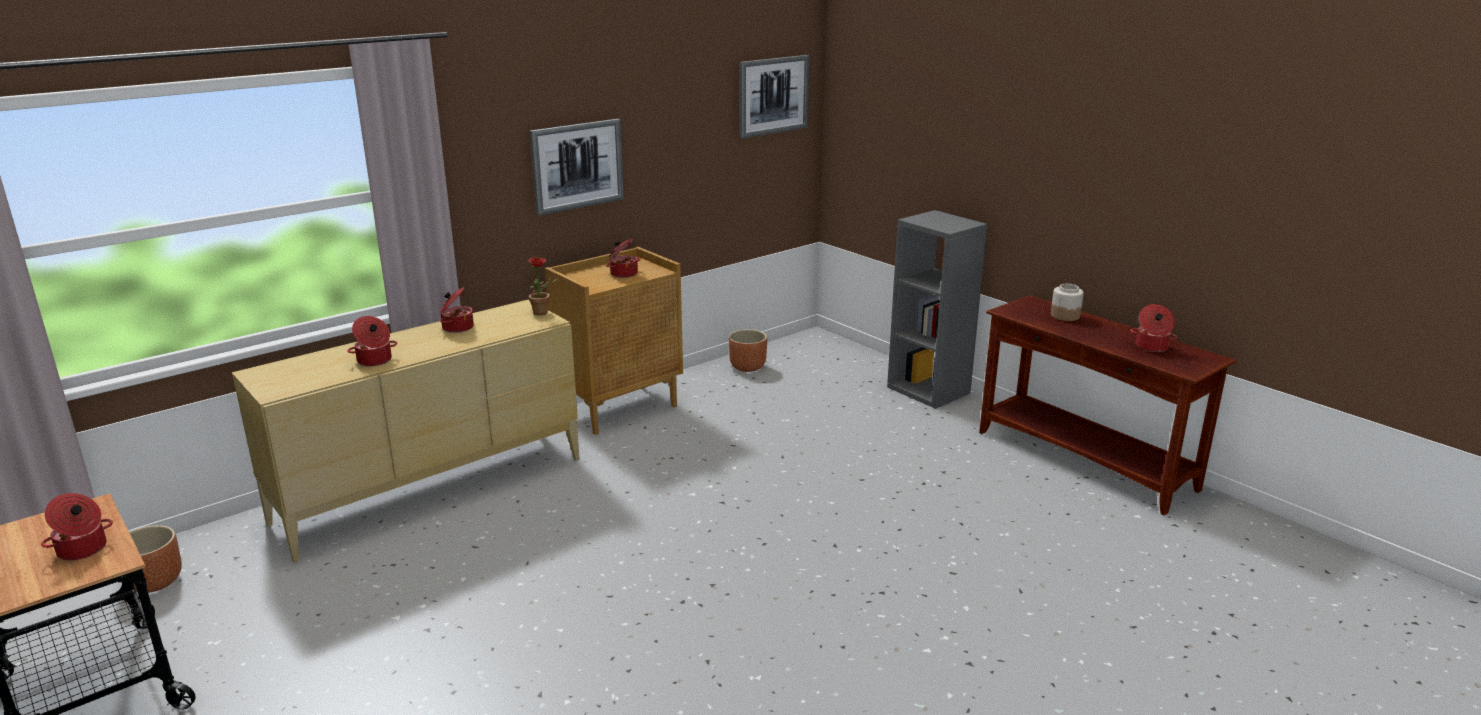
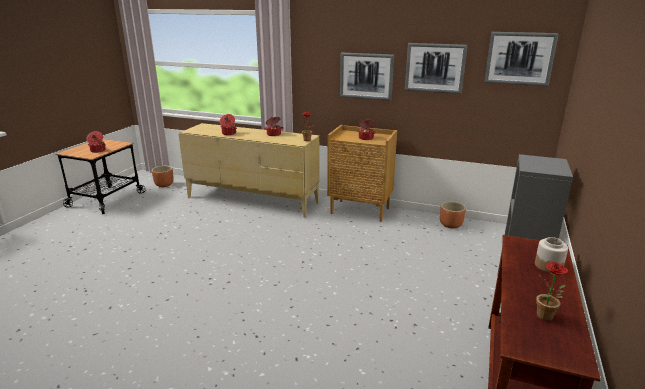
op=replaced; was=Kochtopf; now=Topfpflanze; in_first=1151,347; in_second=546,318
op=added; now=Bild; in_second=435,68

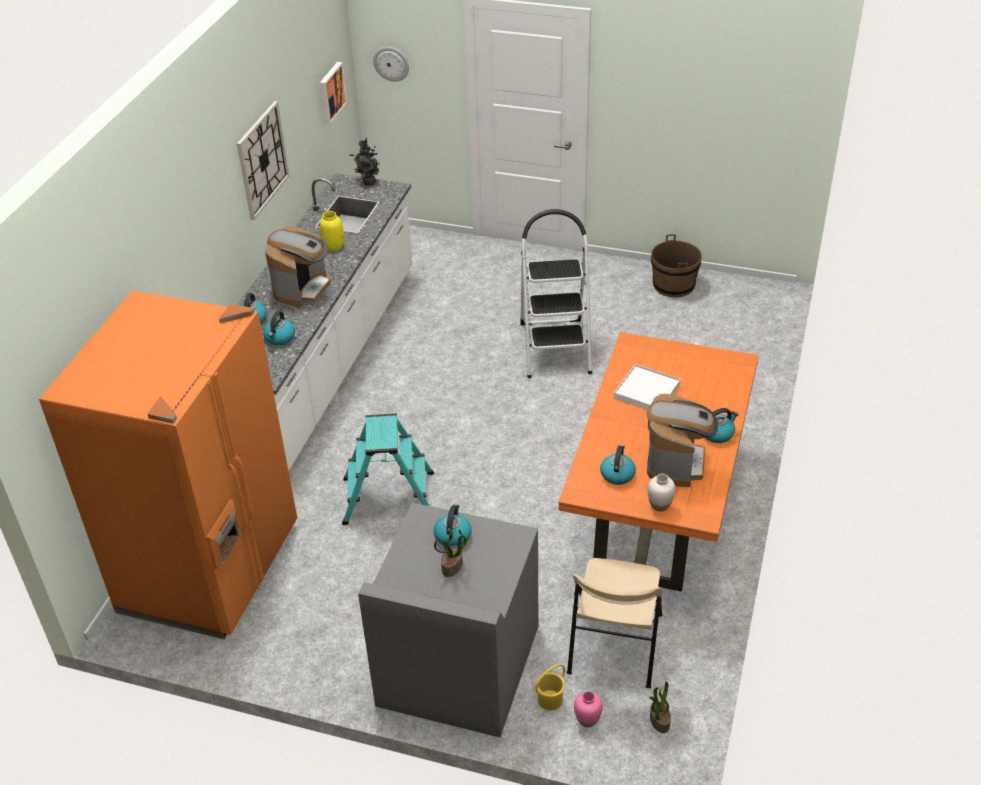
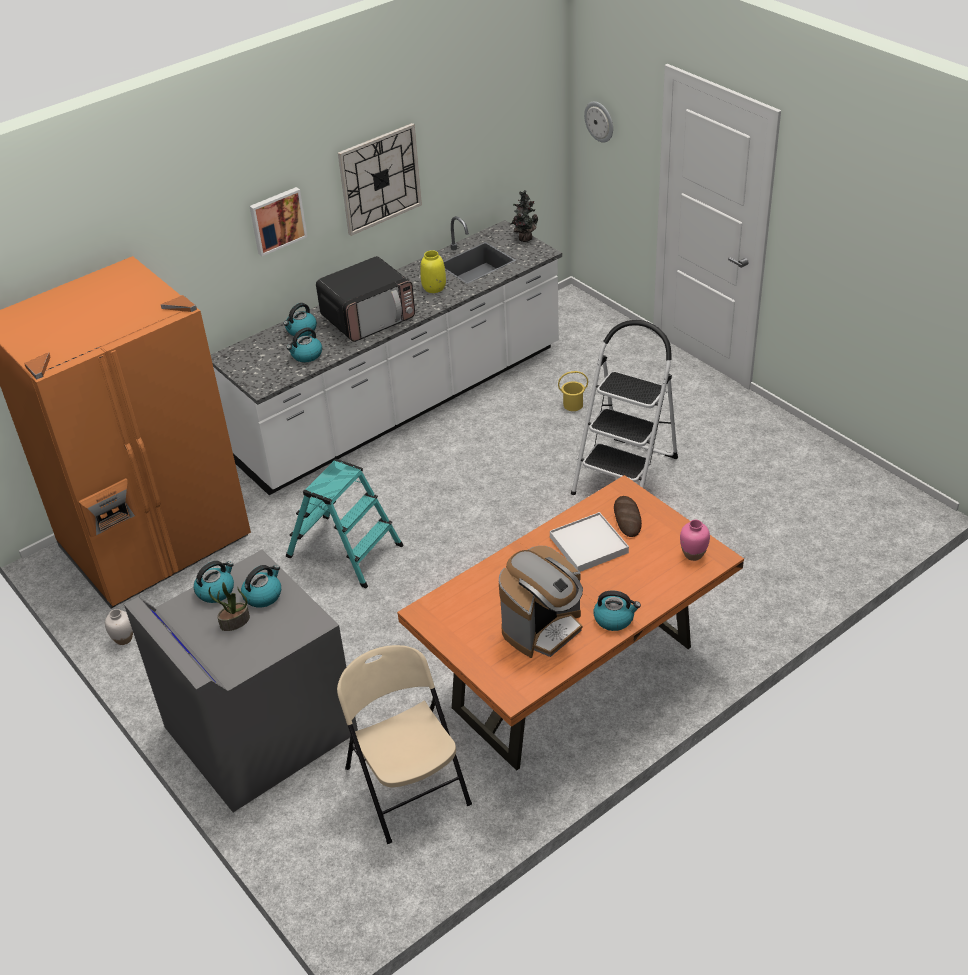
op=replaced; was=Kaffeemaschine; now=Mikrowelle; in_first=302,288; in_second=369,318
op=moved; was=Bild; in_first=331,92; in_second=277,220
op=moved; was=Eimer [gelb]; in_first=549,700; in_second=573,405
op=turned; was=Stuhl [beige]; in_first=615,644; in_second=408,786; clockwise=105
op=moved; was=Vase [rosa]; in_first=587,720; in_second=693,554
op=moved; was=Wasserkessel; in_first=617,474; in_second=216,591
op=moved; was=Vase [weiß]; in_first=659,505; in_second=123,639
op=removed; was=Topfpflanze; in_first=659,721
op=removed; was=Eimer [braun]; in_first=673,285
op=added; now=Brot; in_second=627,518

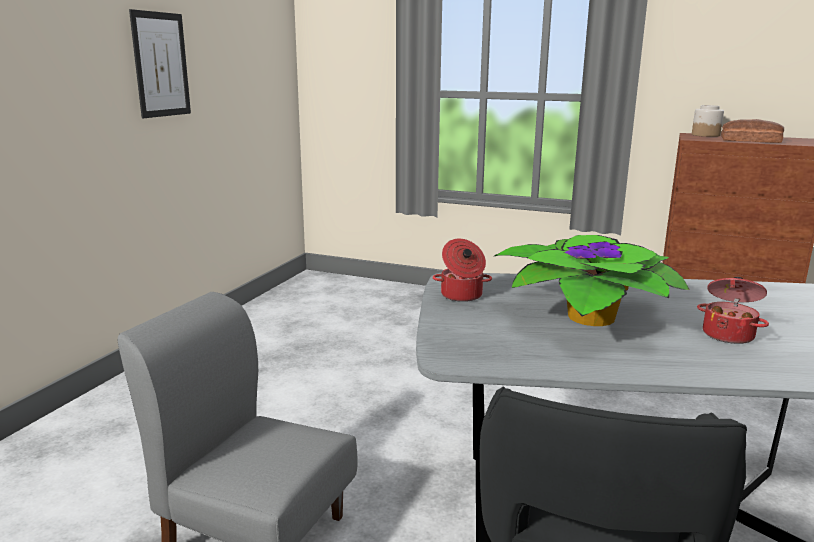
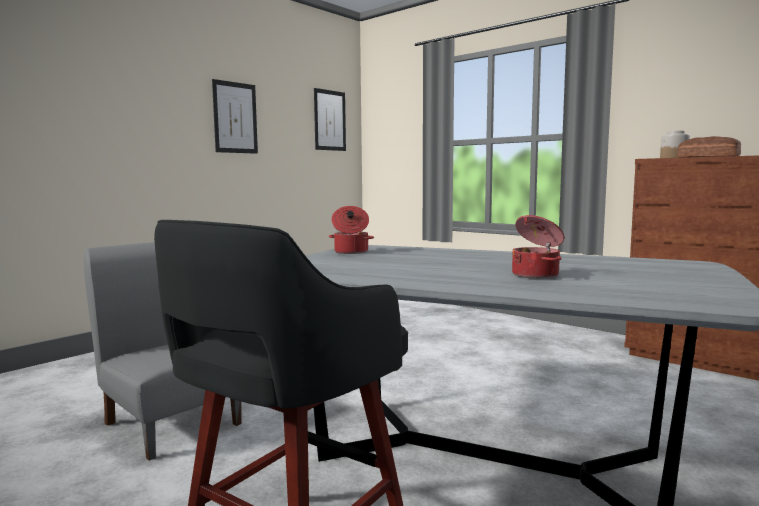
op=removed; was=Topfpflanze; in_first=585,316
op=added; now=Bild; in_second=330,120

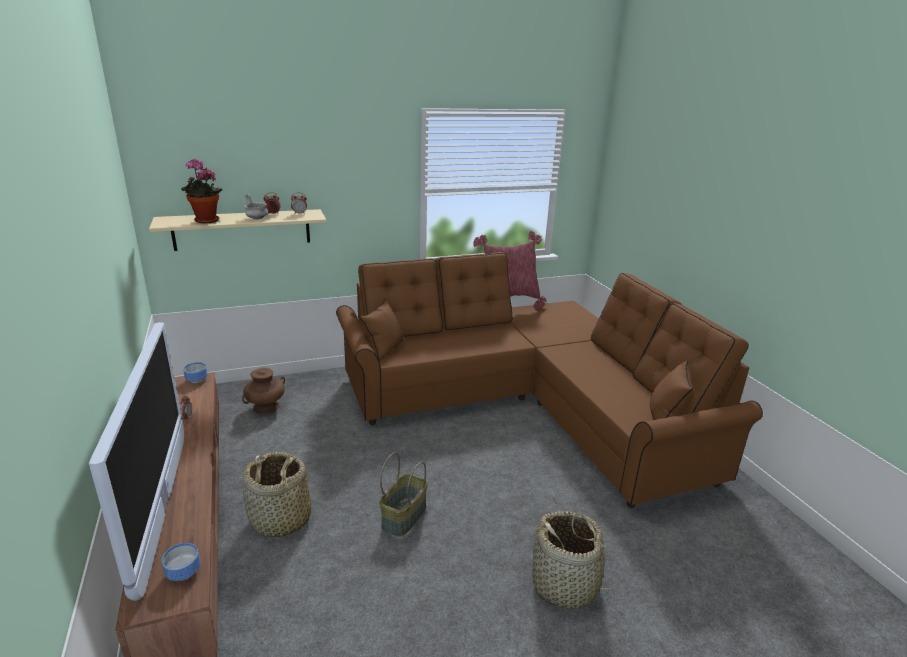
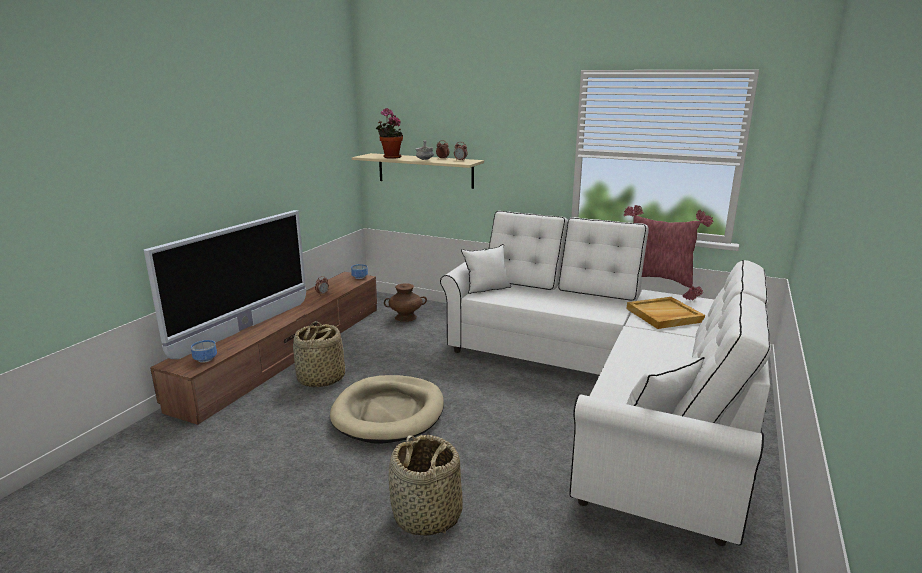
op=recoloured; was=Sofa [braun]; now=Sofa [weiß]; in_first=529,404; in_second=612,389
op=replaced; was=Korb; now=Hundebett [beige]; in_first=403,516; in_second=389,412
op=added; now=Tablett [beige]; in_second=664,315

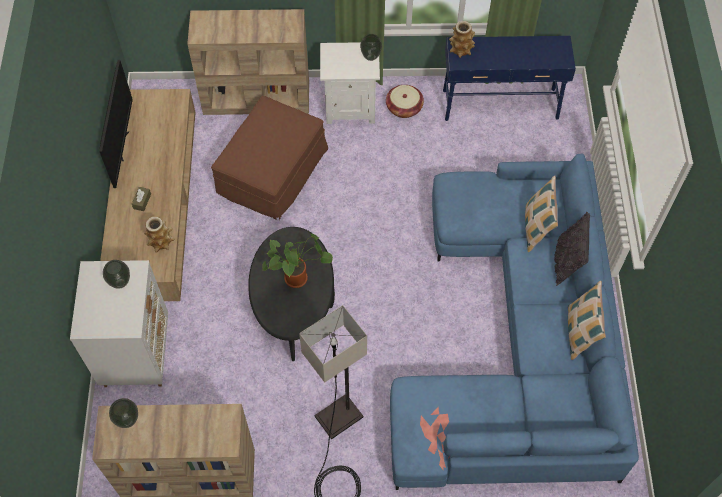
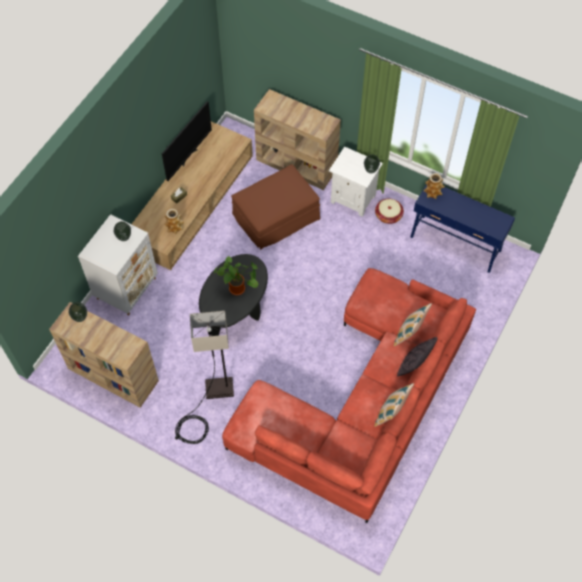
op=recoloured; was=Sofa [blau]; now=Sofa [rot]; in_first=518,341; in_second=361,402

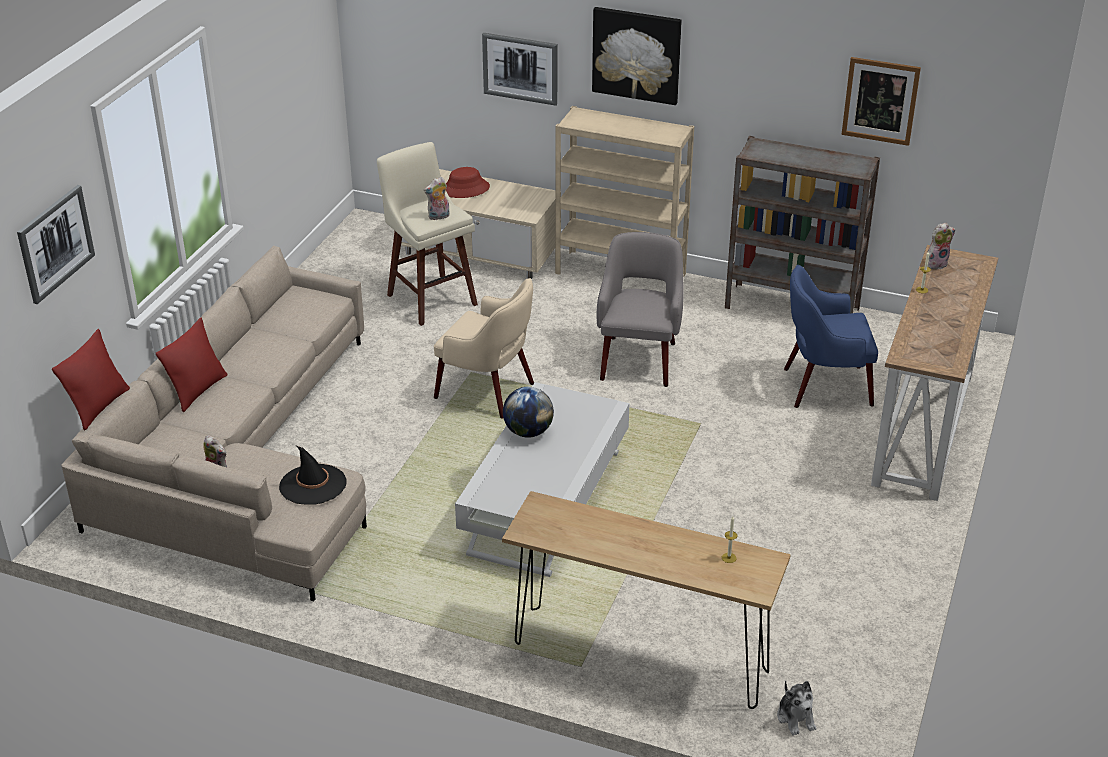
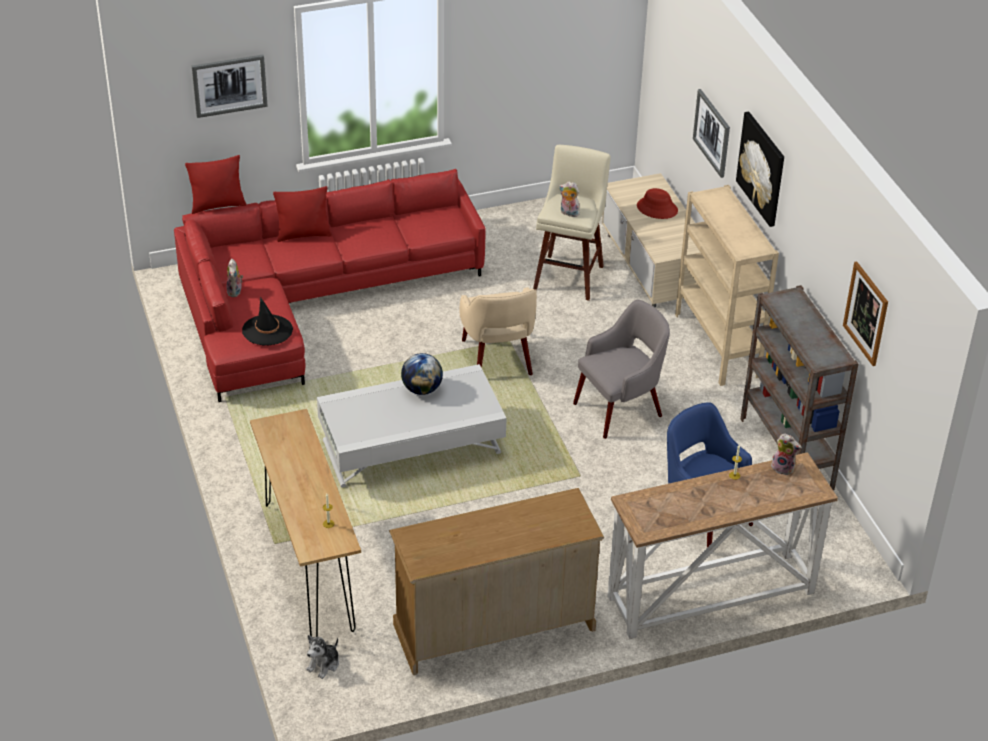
op=recoloured; was=Sofa [beige]; now=Sofa [rot]; in_first=244,458; in_second=312,298
op=added; now=Schrank [braun]; in_second=492,627

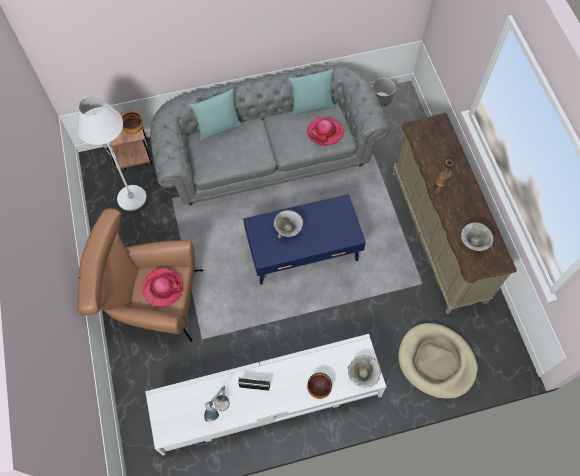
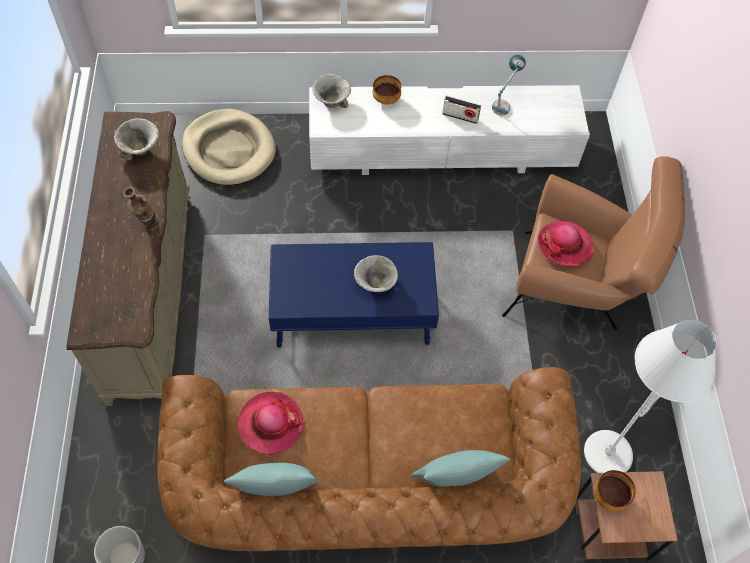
op=recoloured; was=Sofa [grau]; now=Sofa [braun]; in_first=267,153; in_second=368,488

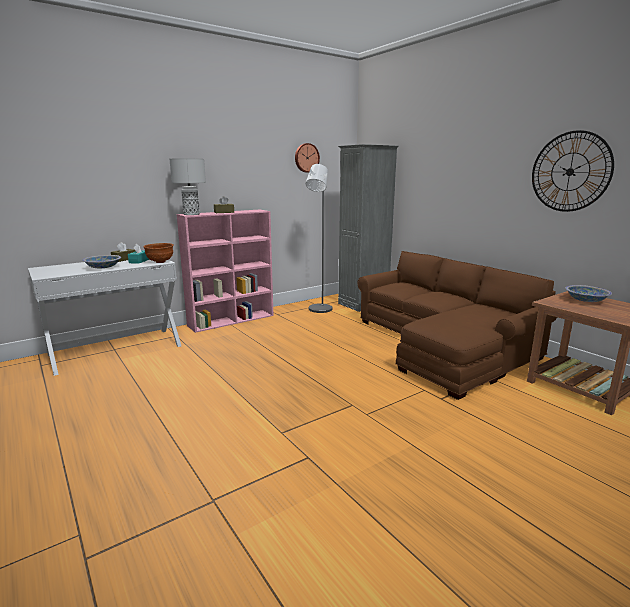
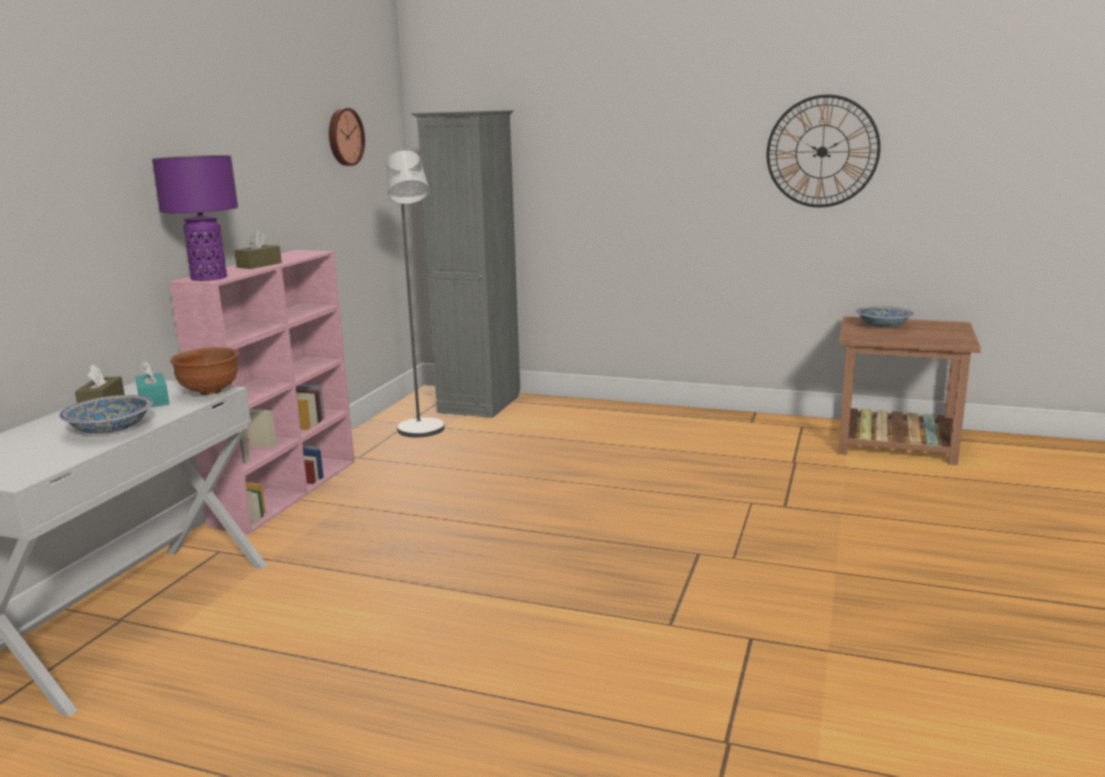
op=recoloured; was=Tischlampe [weiß]; now=Tischlampe [lila]; in_first=191,214; in_second=210,277
op=removed; was=Sofa [braun]; in_first=443,345

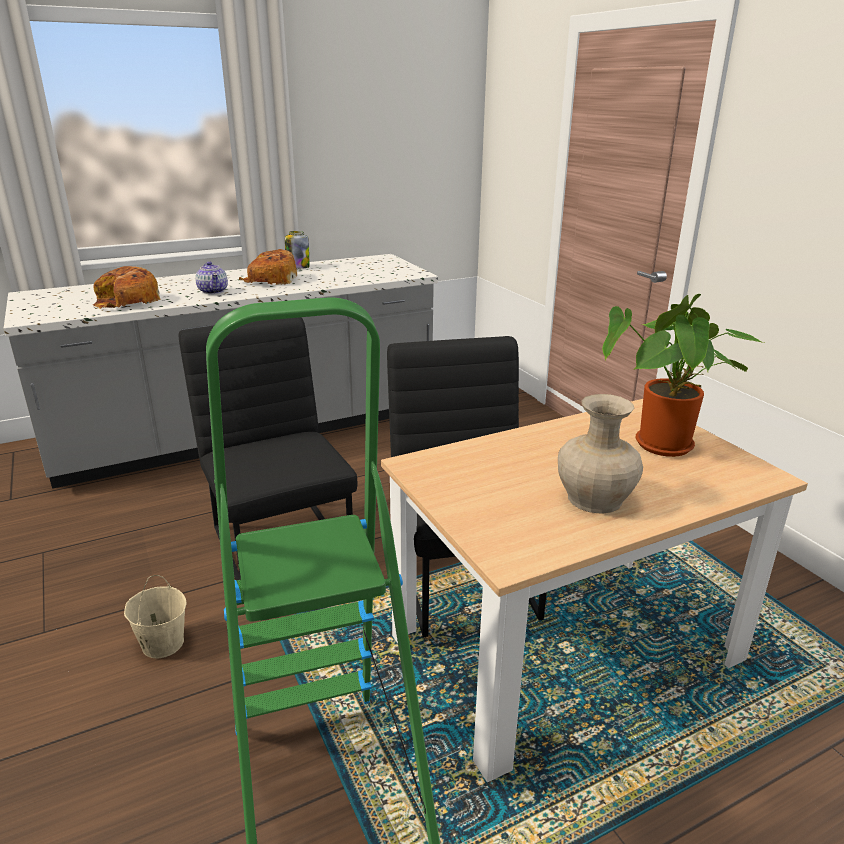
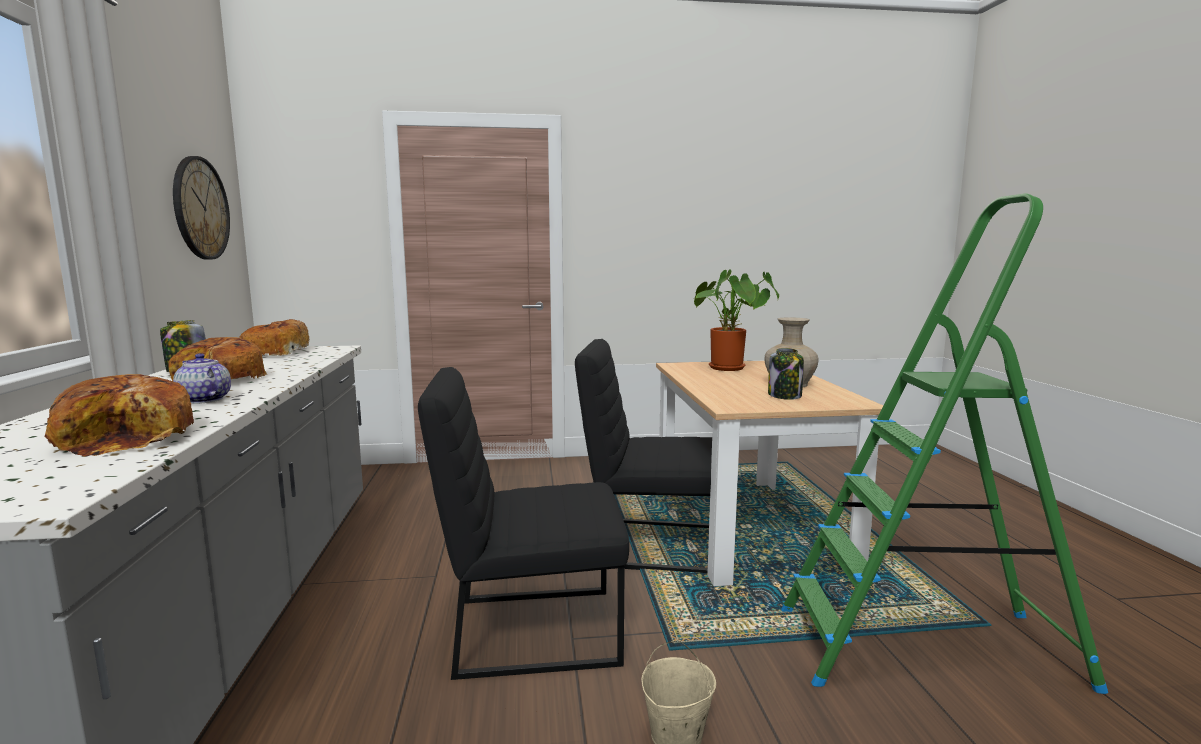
op=turned; was=Teekanne; in_first=213,291; in_second=204,400; clockwise=-135
op=added; now=Wanduhr; in_second=200,208
op=added; now=Brot; in_second=274,352
op=added; now=Vorratsglas; in_second=785,396

